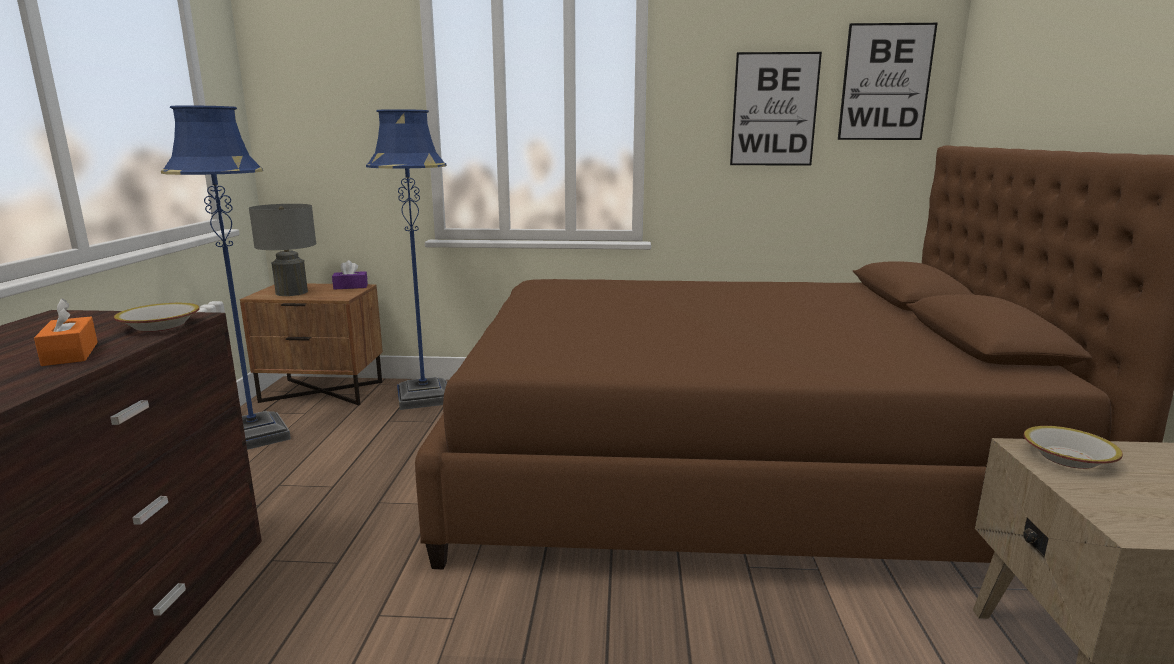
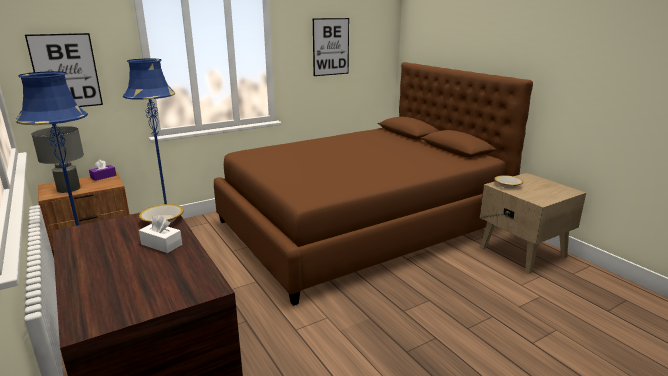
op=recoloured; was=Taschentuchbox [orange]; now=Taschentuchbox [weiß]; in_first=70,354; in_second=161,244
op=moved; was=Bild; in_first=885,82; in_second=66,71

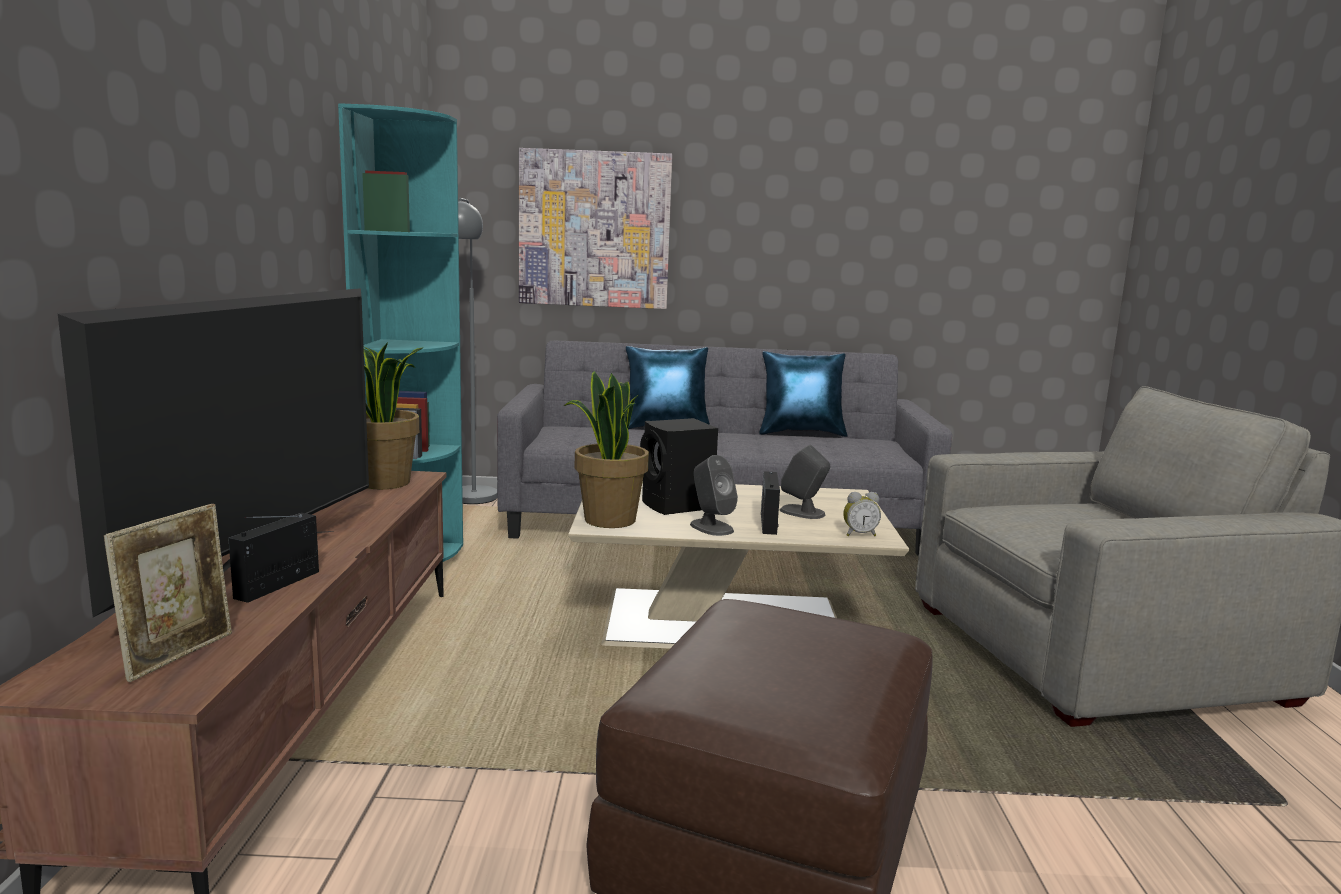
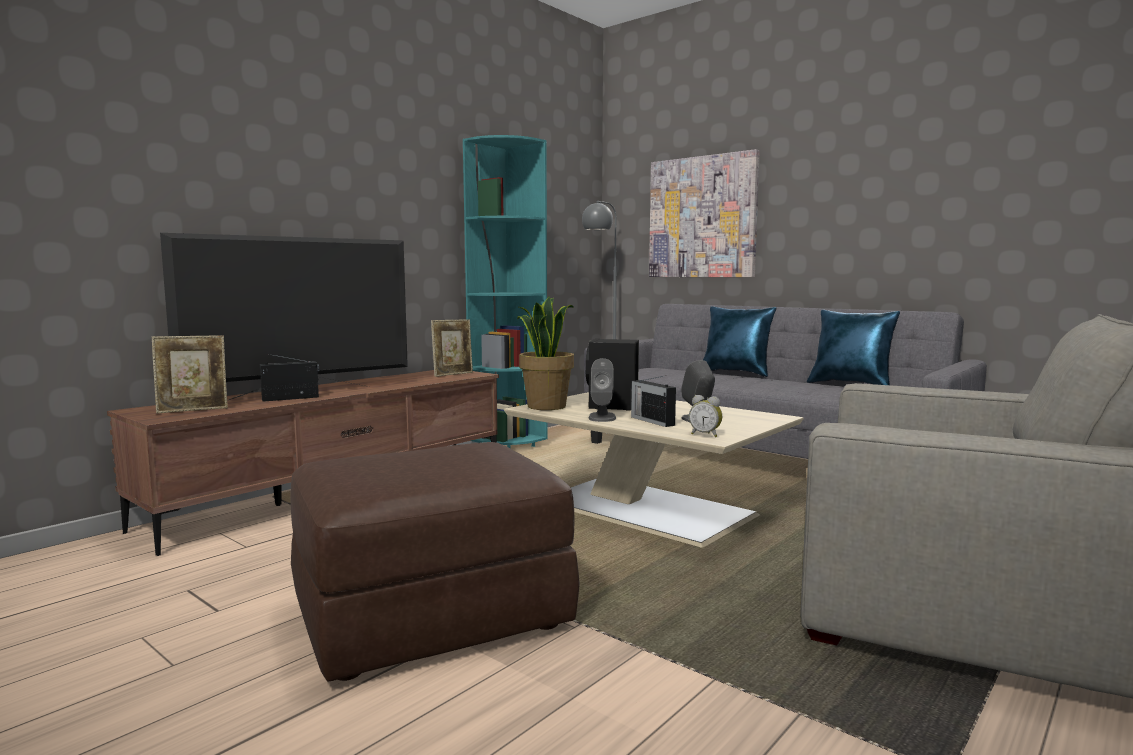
op=replaced; was=Topfpflanze; now=Bilderrahmen; in_first=385,482; in_second=453,374
op=turned; was=Radio; in_first=768,523; in_second=651,421; clockwise=-75

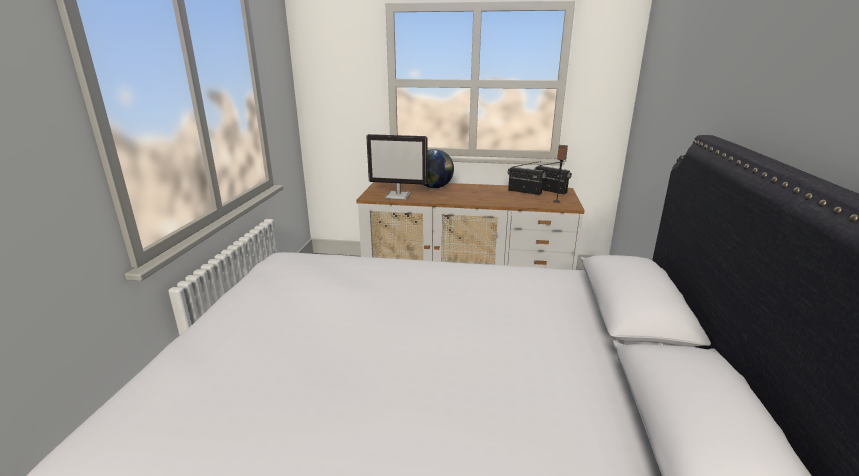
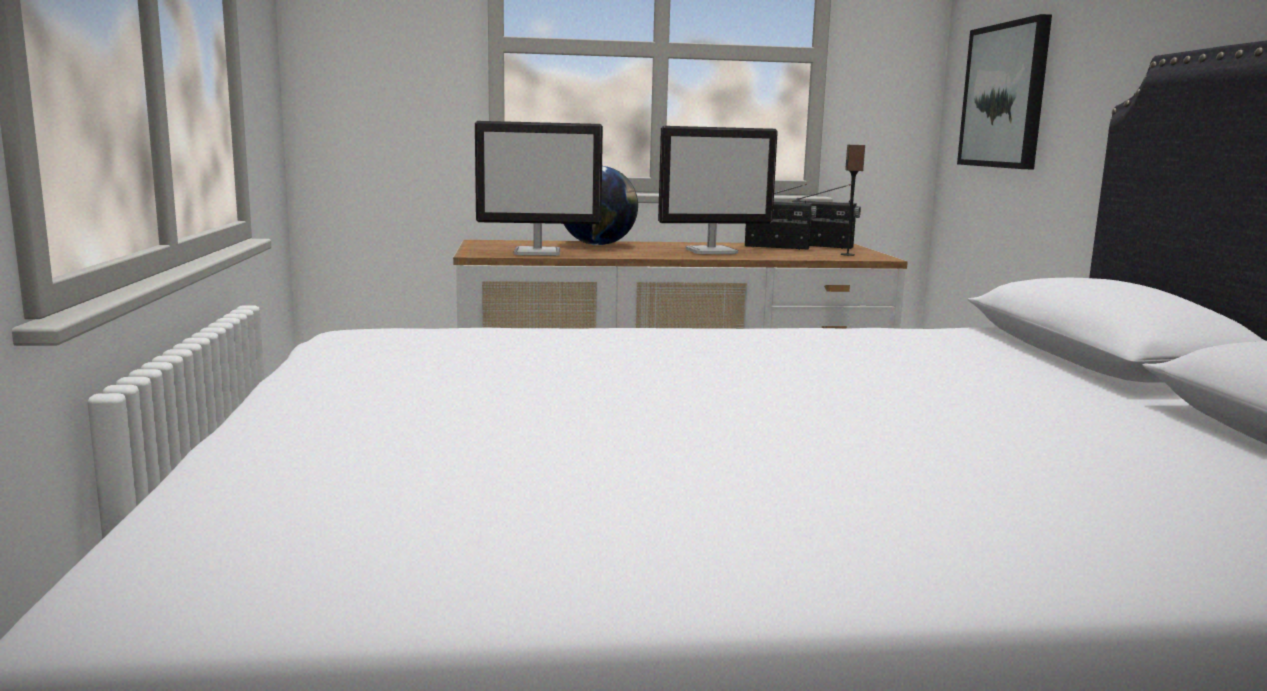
op=added; now=Monitor; in_second=712,251
op=added; now=Bild; in_second=1005,96

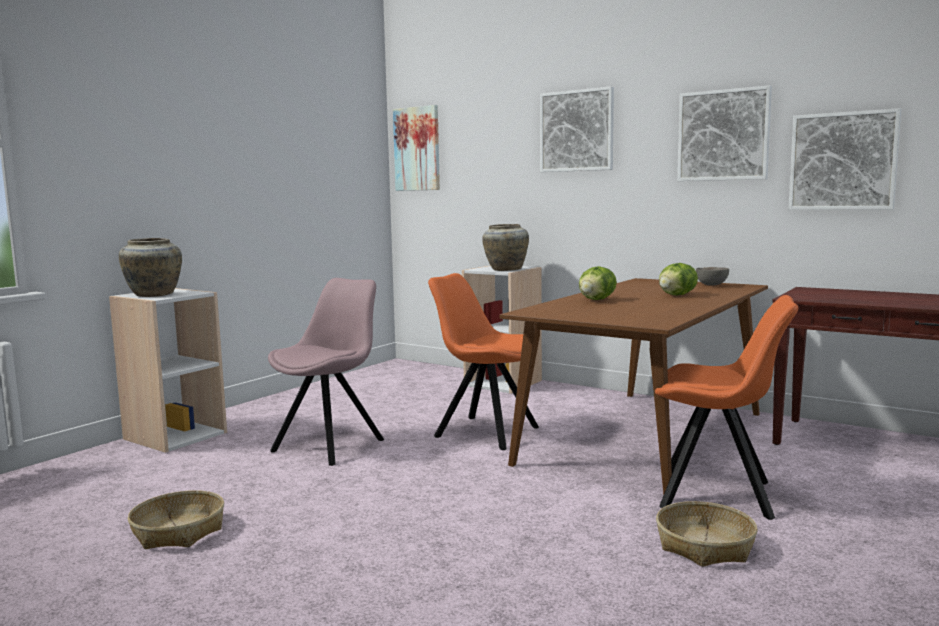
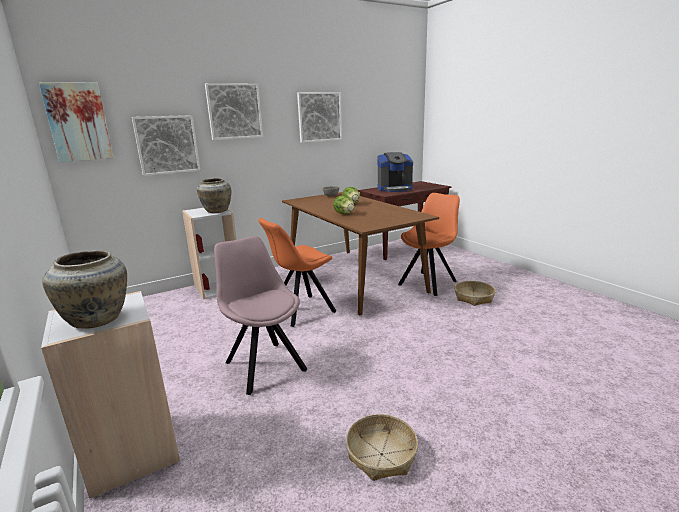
op=moved; was=Bild; in_first=842,161; in_second=167,145
op=added; now=Kaffeemaschine; in_second=394,189

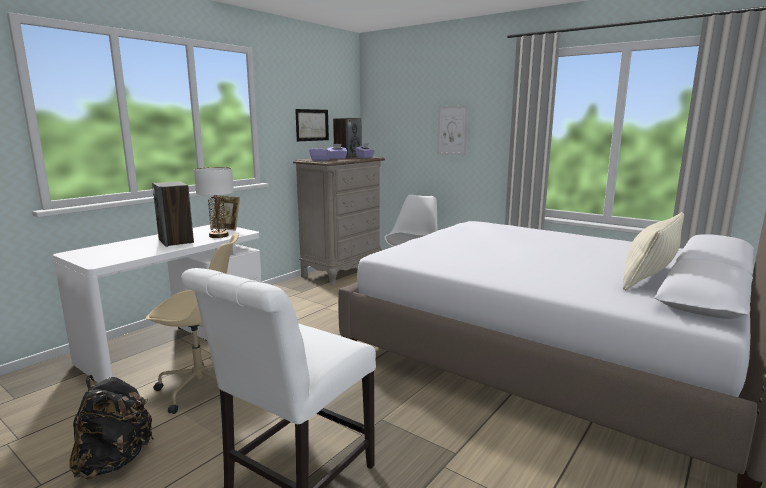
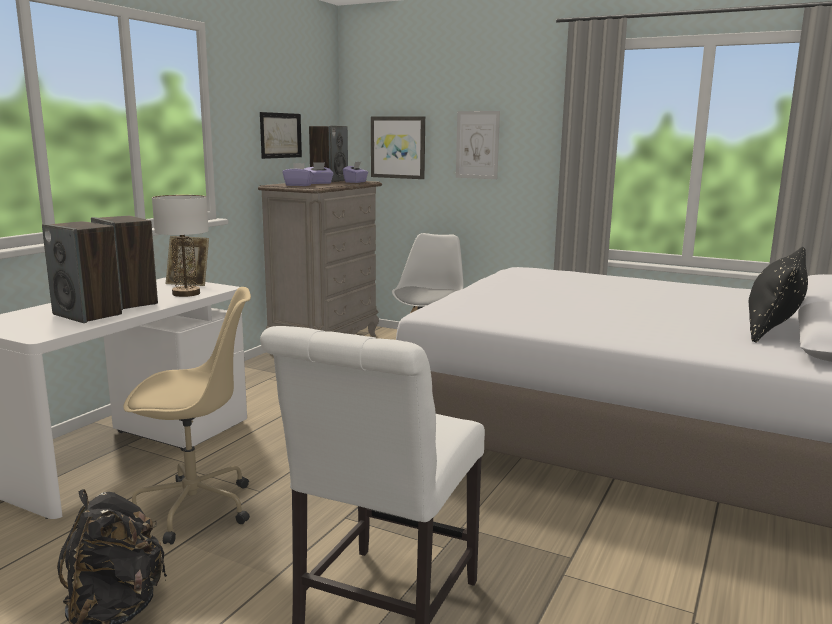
op=recoloured; was=Kissen [beige]; now=Kissen [schwarz]; in_first=649,278; in_second=773,327
op=added; now=Lautsprecher; in_second=88,314
op=added; now=Bild; in_second=398,147

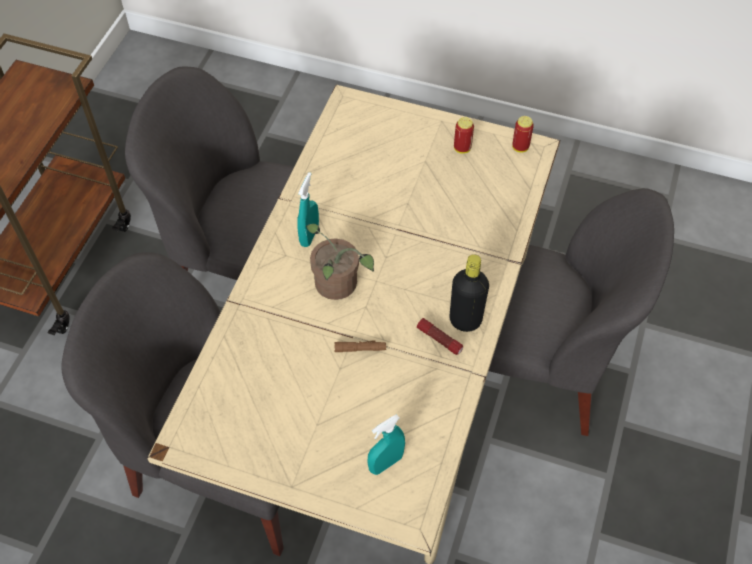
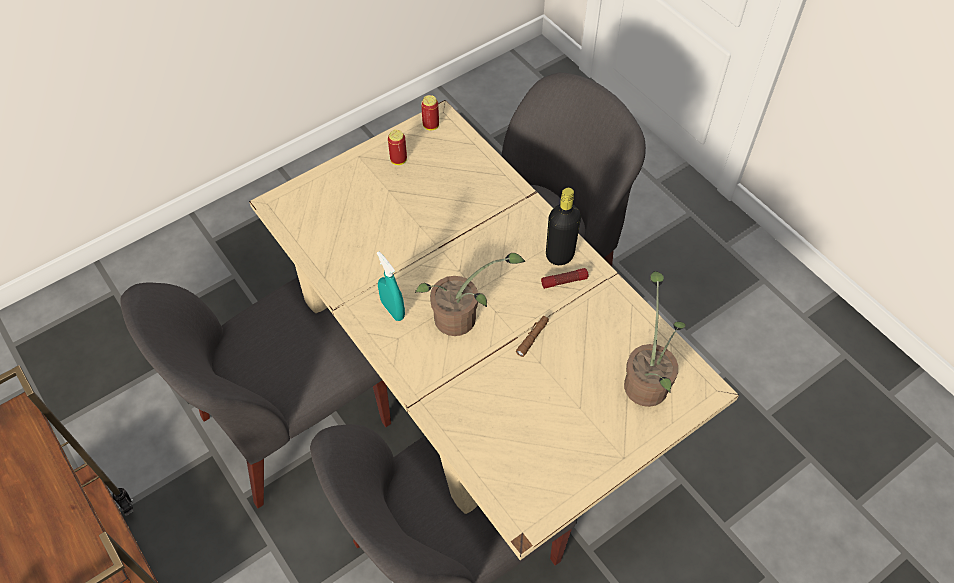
op=replaced; was=Sprühflasche [türkis]; now=Topfpflanze; in_first=386,463; in_second=647,380

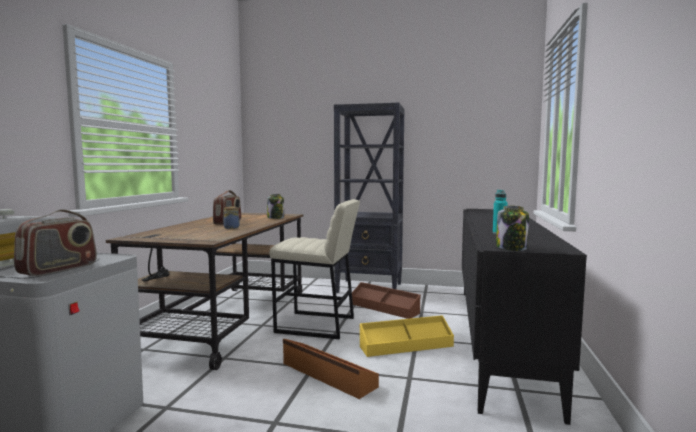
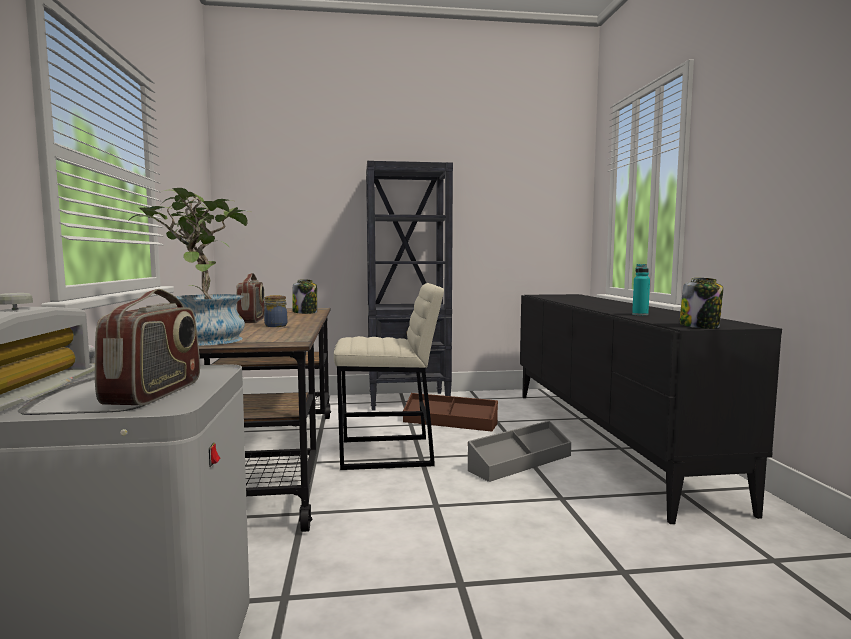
op=removed; was=Aufbewahrungsbox [braun]; in_first=327,375
op=recoloured; was=Aufbewahrungsbox [gelb]; now=Aufbewahrungsbox [grau]; in_first=406,346; in_second=520,462
op=added; now=Topfpflanze; in_second=202,339

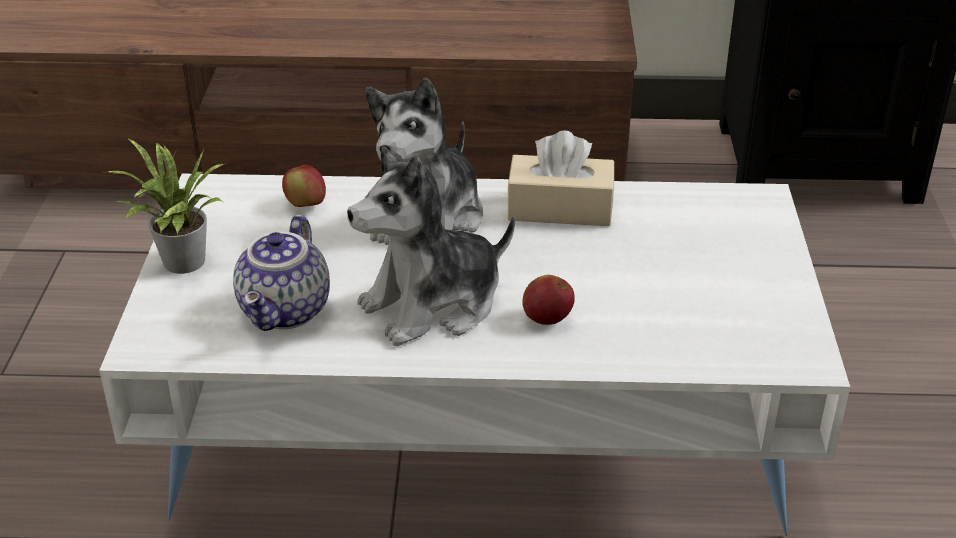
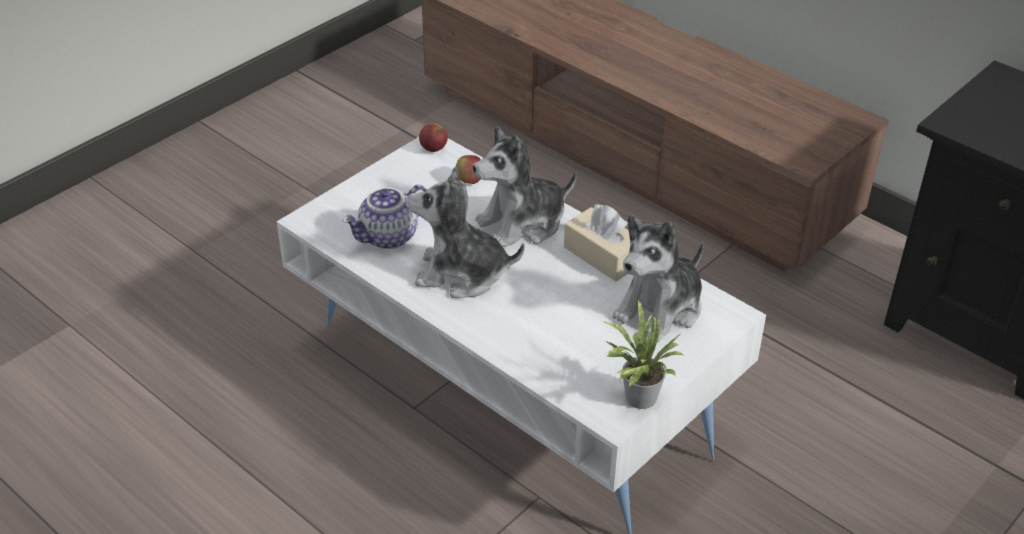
op=moved; was=Topfpflanze; in_first=179,264; in_second=636,398
op=moved; was=Apfel; in_first=547,319; in_second=433,149
op=added; now=Plüschtier; in_second=660,309

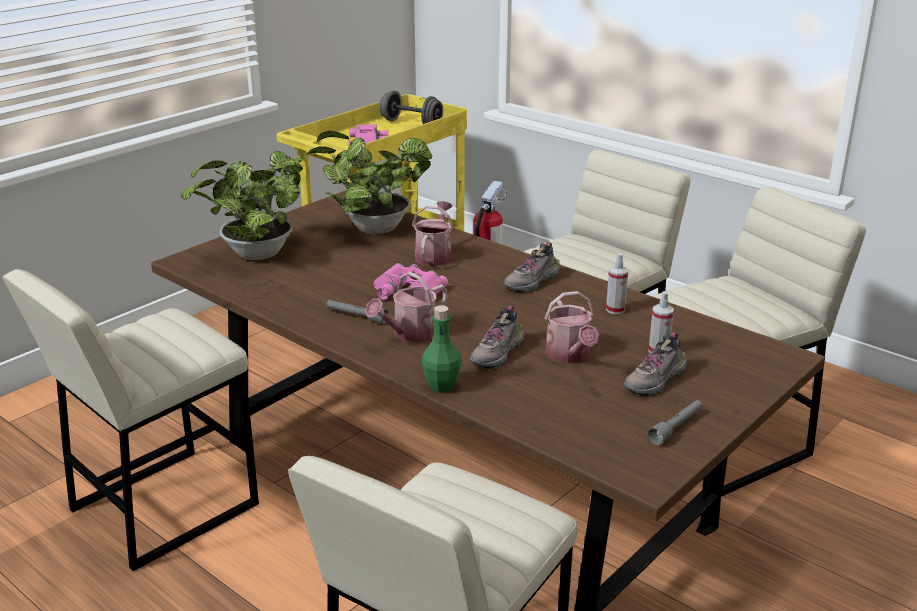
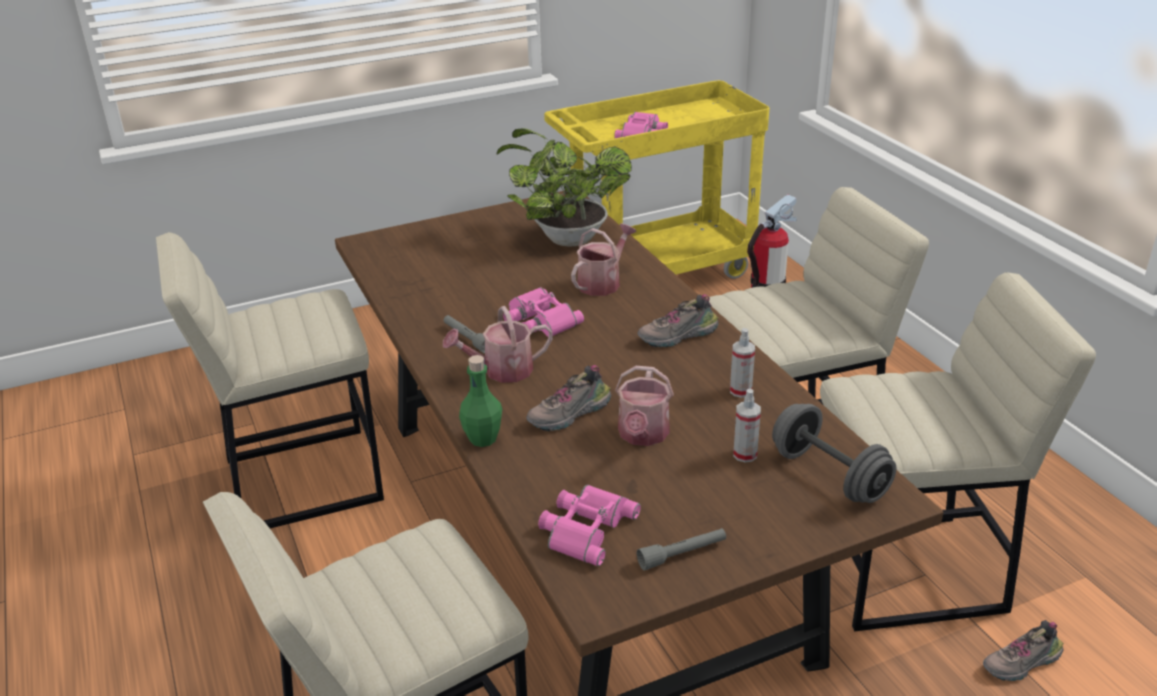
op=removed; was=Topfpflanze; in_first=254,255
op=moved; was=Hantel [grau]; in_first=411,123; in_second=829,475
op=moved; was=Schuh; in_first=656,381; in_second=1021,664
op=added; now=Fernglas [rosa]; in_second=585,528

